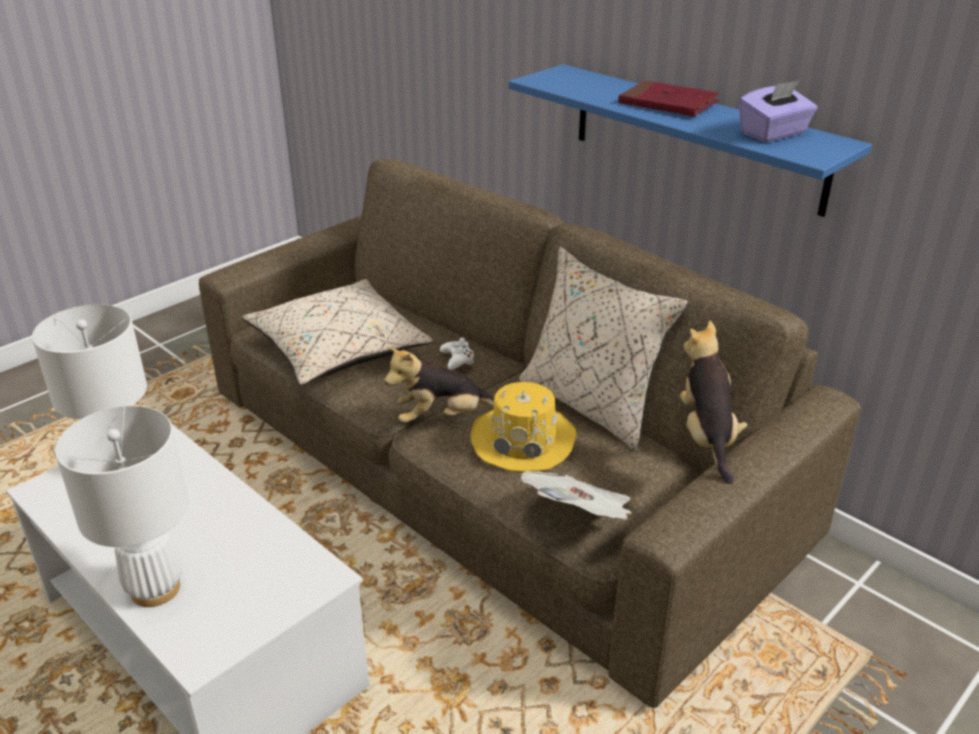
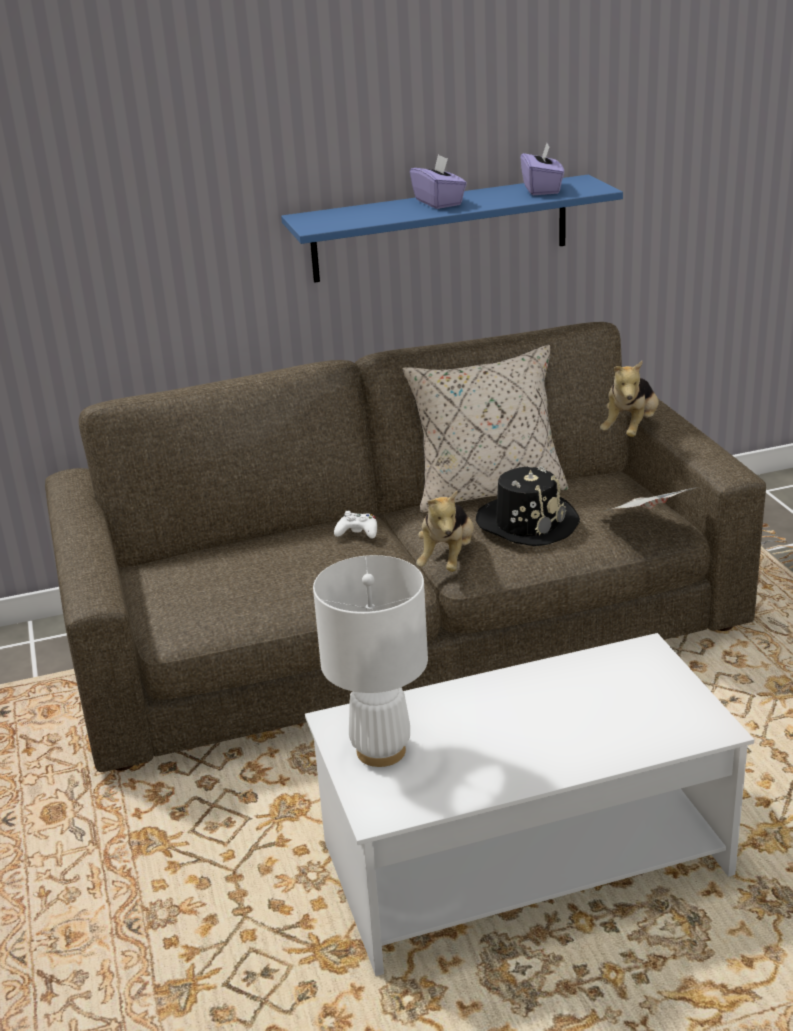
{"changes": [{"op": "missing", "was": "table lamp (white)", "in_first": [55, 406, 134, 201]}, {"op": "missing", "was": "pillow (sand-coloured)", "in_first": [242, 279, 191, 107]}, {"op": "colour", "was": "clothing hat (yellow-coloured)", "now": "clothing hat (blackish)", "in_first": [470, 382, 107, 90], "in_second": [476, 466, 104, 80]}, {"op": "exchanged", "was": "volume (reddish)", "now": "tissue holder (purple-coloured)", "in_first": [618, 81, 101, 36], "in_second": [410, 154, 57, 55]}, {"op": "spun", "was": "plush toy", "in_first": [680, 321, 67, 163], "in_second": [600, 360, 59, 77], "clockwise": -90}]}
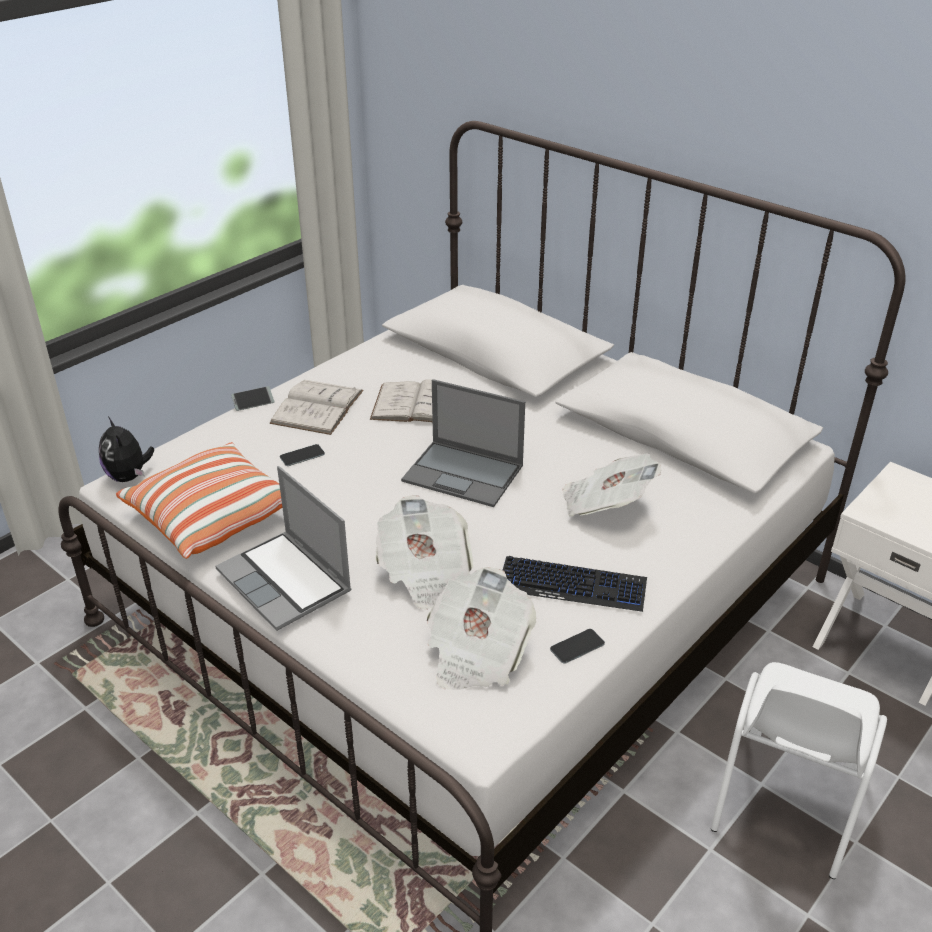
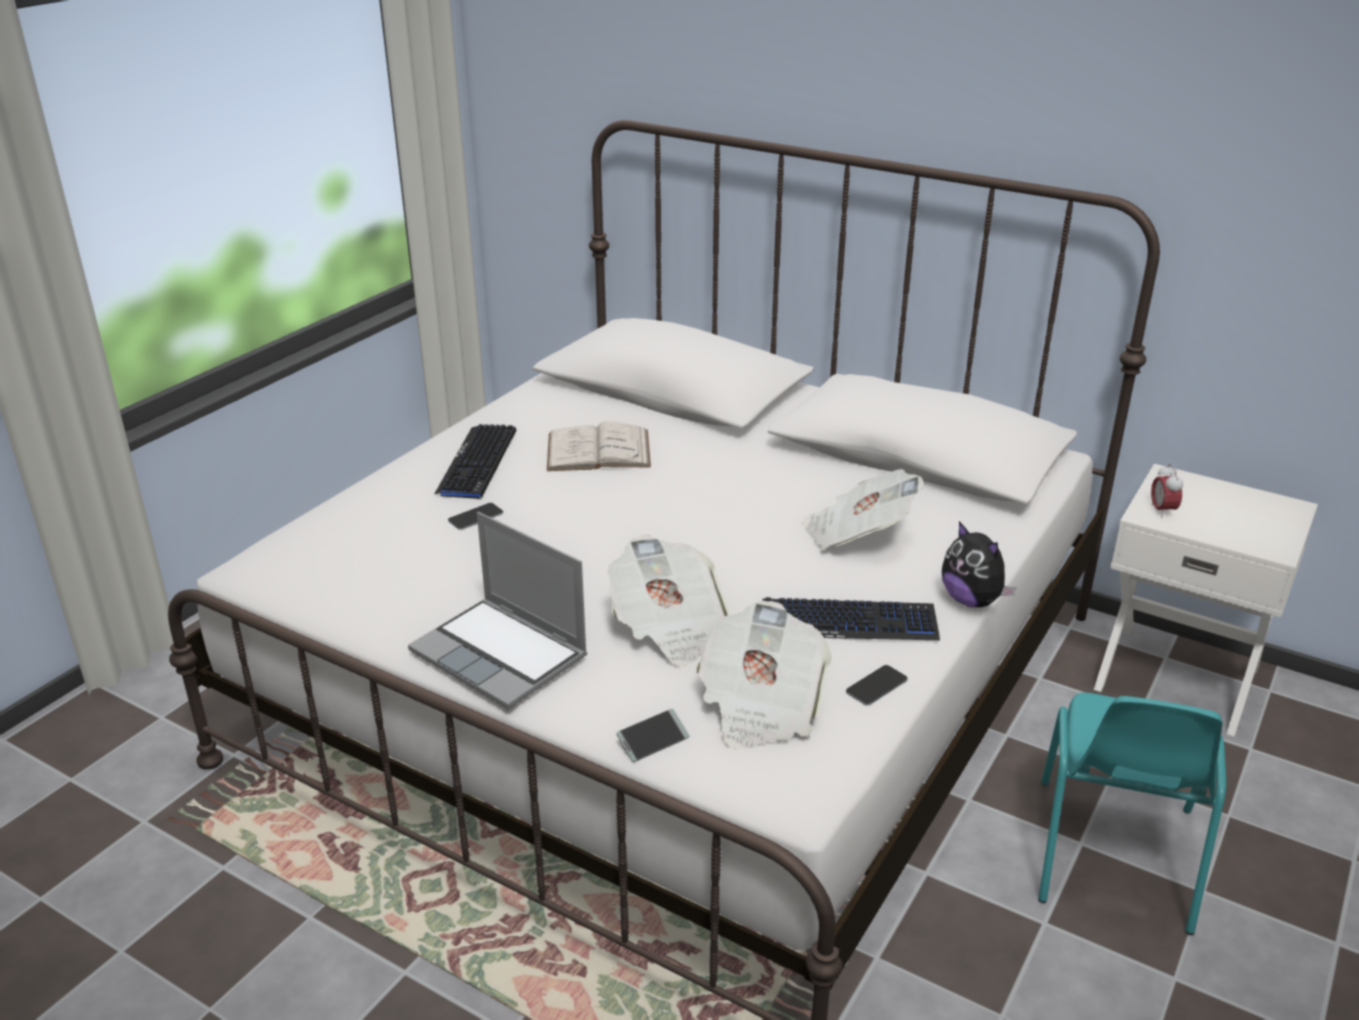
{"changes": [{"op": "relocated", "was": "plush toy", "in_first": [99, 418, 55, 64], "in_second": [942, 521, 74, 86]}, {"op": "missing", "was": "pillow", "in_first": [116, 442, 166, 117]}, {"op": "relocated", "was": "handset", "in_first": [231, 386, 43, 25], "in_second": [616, 709, 73, 53]}, {"op": "exchanged", "was": "volume (white)", "now": "keyboard", "in_first": [269, 380, 95, 55], "in_second": [434, 424, 82, 75]}, {"op": "missing", "was": "notebook computer", "in_first": [401, 379, 124, 128]}, {"op": "colour", "was": "upright chair (white)", "now": "upright chair (turquoise-coloured)", "in_first": [711, 662, 176, 217], "in_second": [1038, 693, 188, 242]}, {"op": "appeared", "now": "alarm clock", "in_second": [1151, 464, 32, 54]}]}
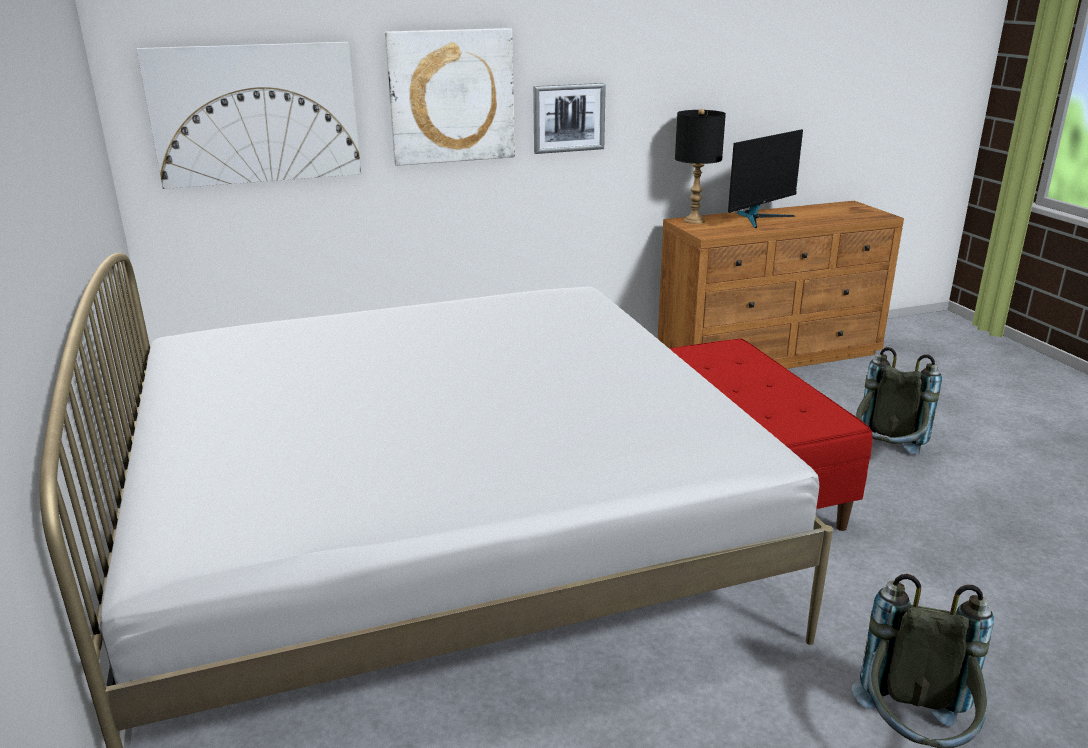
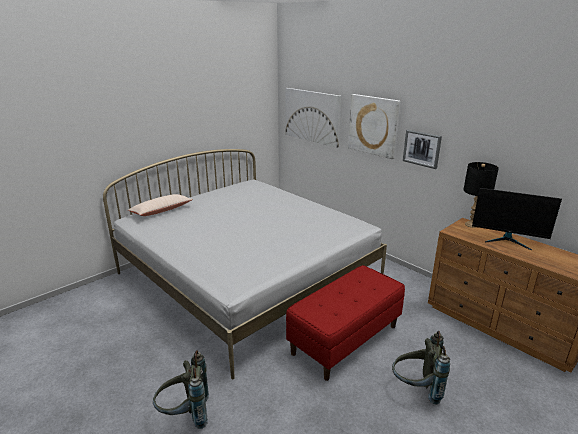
{"changes": [{"op": "appeared", "now": "pillow (sand-coloured)", "in_second": [128, 194, 65, 22]}]}
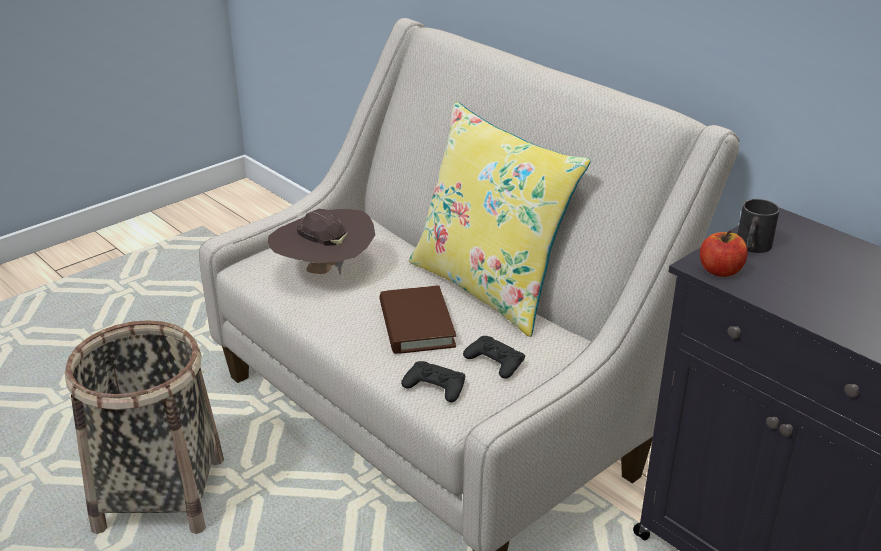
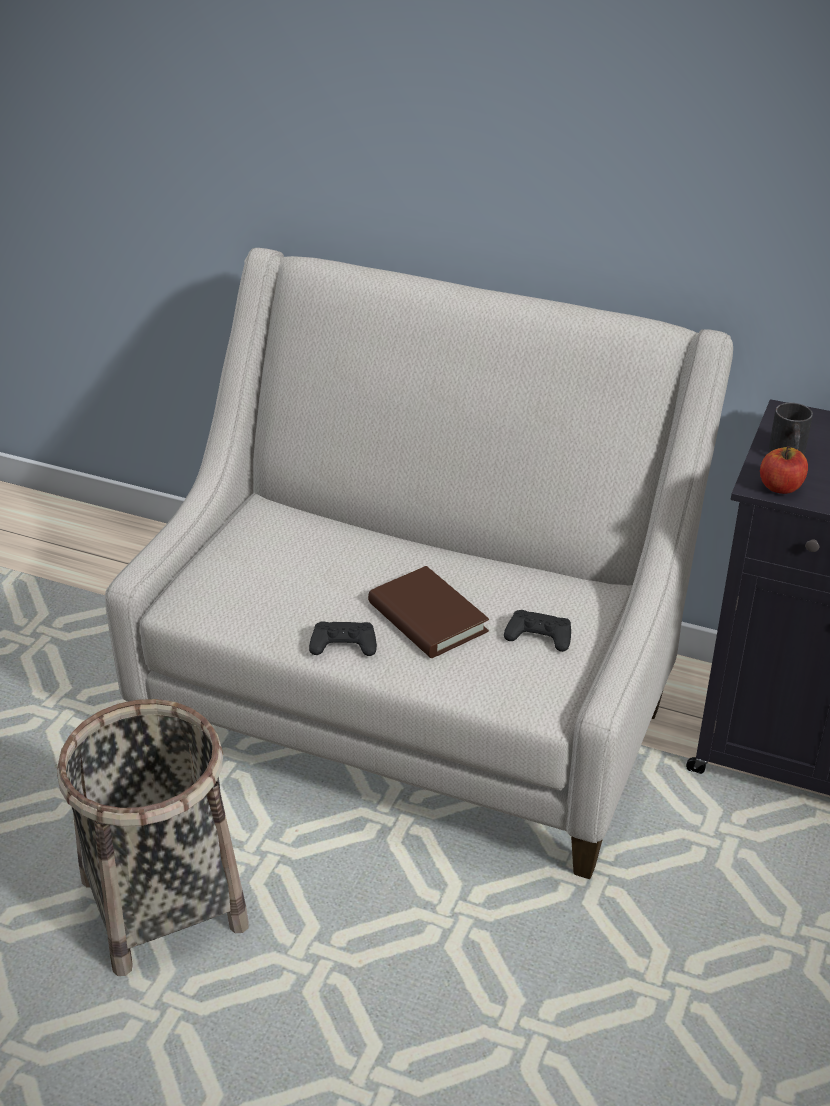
{"changes": [{"op": "missing", "was": "clothing hat (brown-coloured)", "in_first": [268, 209, 107, 66]}, {"op": "relocated", "was": "joypad (blackish)", "in_first": [401, 361, 64, 41], "in_second": [309, 621, 68, 35]}, {"op": "missing", "was": "pillow (yellow-coloured)", "in_first": [409, 102, 182, 235]}]}
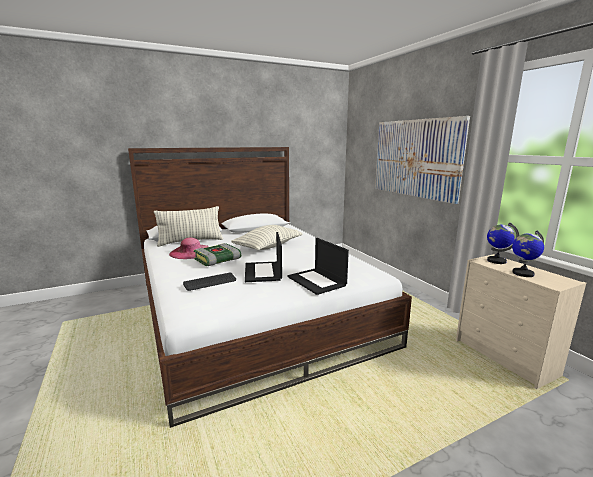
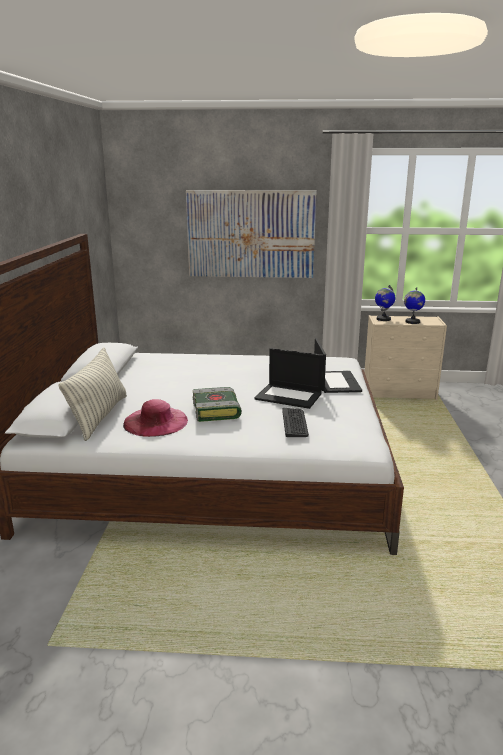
{"changes": [{"op": "missing", "was": "pillow", "in_first": [231, 225, 72, 25]}, {"op": "spun", "was": "notebook computer", "in_first": [288, 238, 61, 57], "in_second": [314, 338, 48, 55], "clockwise": -90}]}
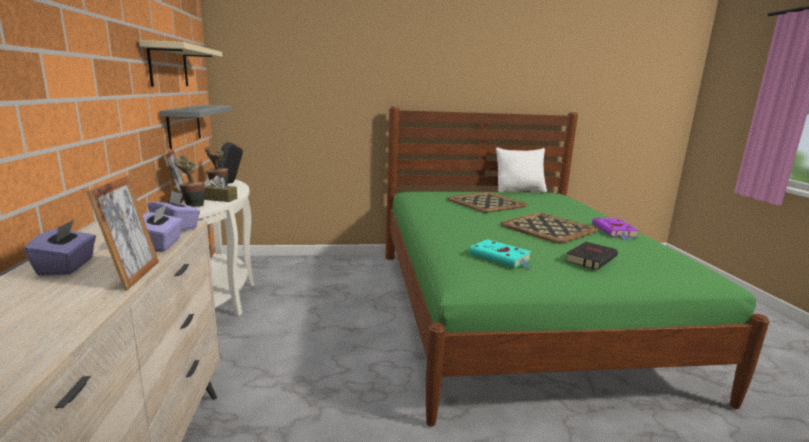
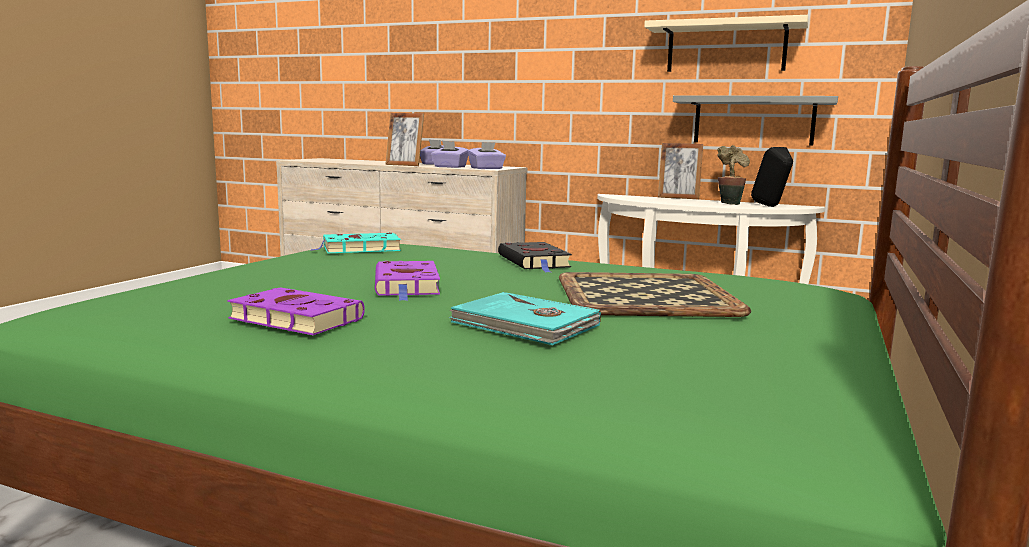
{"changes": [{"op": "missing", "was": "houseplant", "in_first": [174, 156, 31, 51]}, {"op": "missing", "was": "tissue holder (brown-coloured)", "in_first": [204, 175, 33, 27]}, {"op": "missing", "was": "pillow (white)", "in_first": [496, 147, 51, 46]}, {"op": "exchanged", "was": "serving tray", "now": "volume (purple-coloured)", "in_first": [501, 213, 97, 31], "in_second": [375, 261, 65, 40]}, {"op": "relocated", "was": "volume (blackish)", "in_first": [565, 242, 53, 28], "in_second": [498, 242, 74, 30]}, {"op": "appeared", "now": "volume (turquoise-coloured)", "in_second": [449, 292, 152, 53]}]}
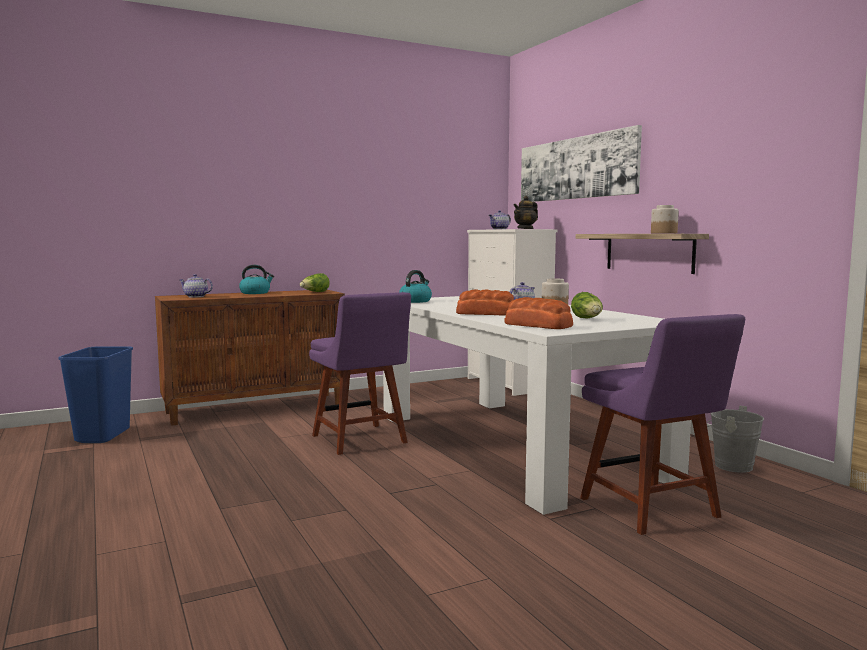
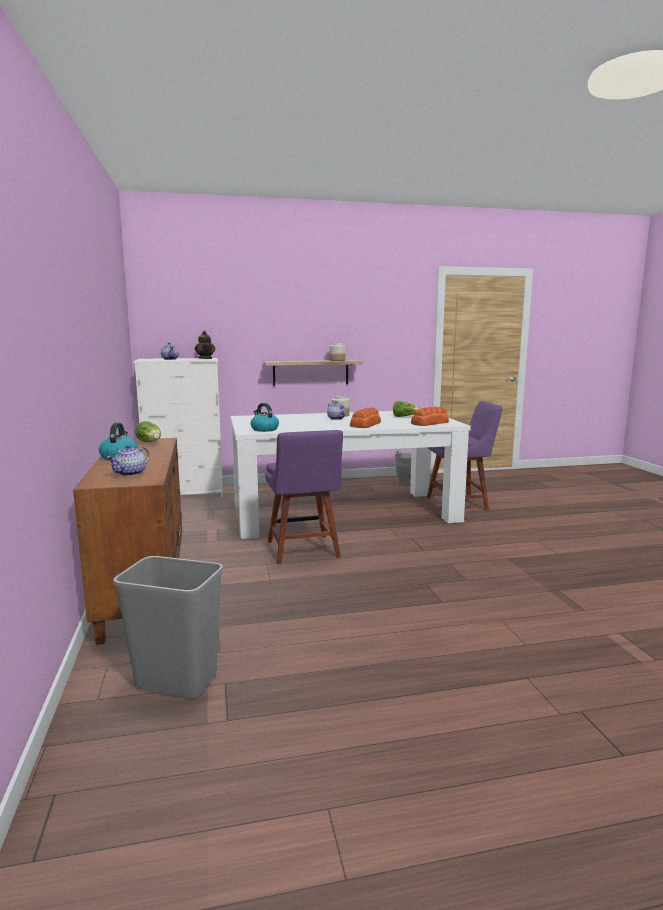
{"changes": [{"op": "colour", "was": "trash can (blue)", "now": "trash can (gray)", "in_first": [58, 347, 75, 96], "in_second": [113, 556, 110, 141]}, {"op": "spun", "was": "upright chair (purple-coloured)", "in_first": [309, 292, 102, 163], "in_second": [265, 430, 78, 134], "clockwise": 90}, {"op": "missing", "was": "wall picture", "in_first": [521, 125, 121, 77]}]}
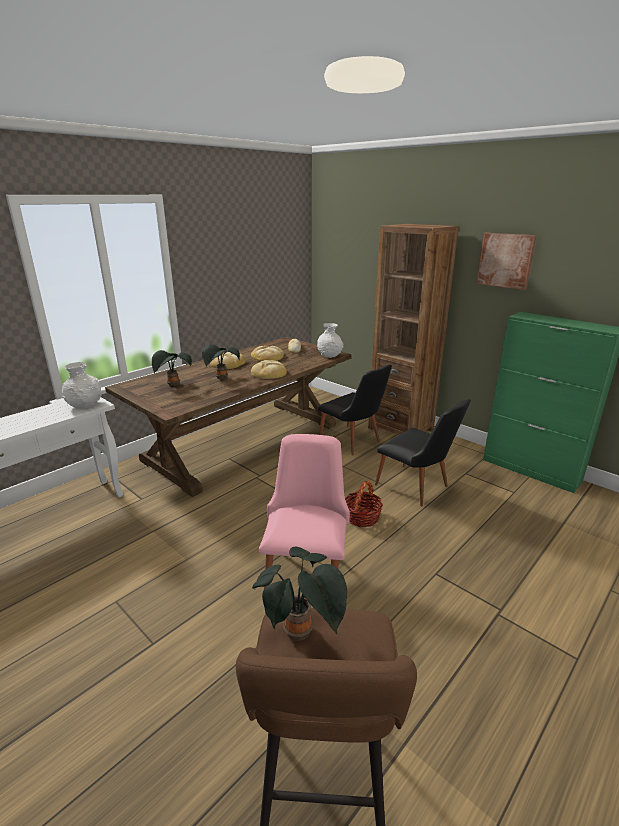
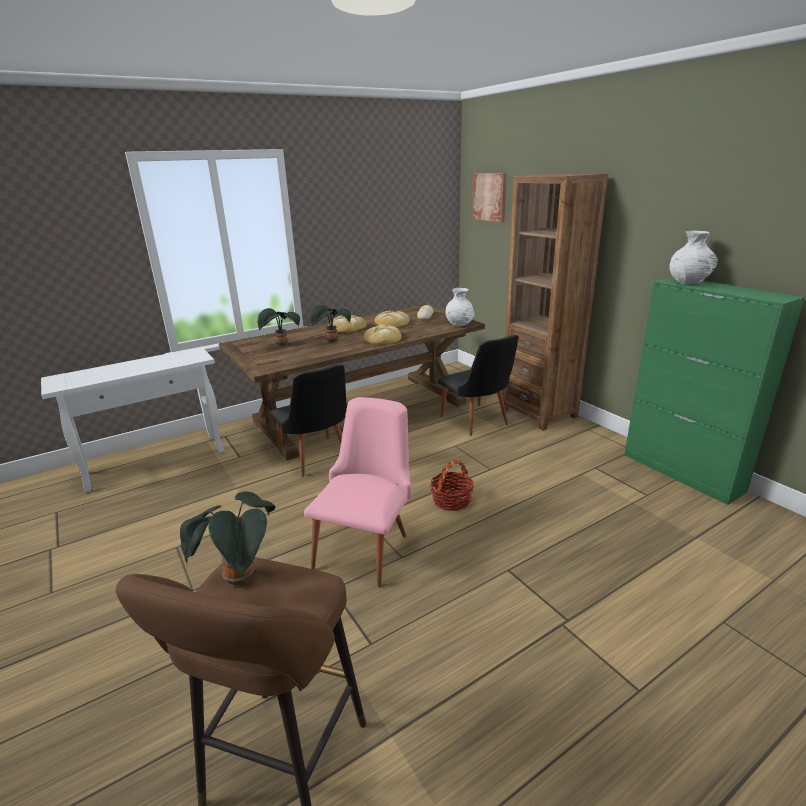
{"changes": [{"op": "relocated", "was": "vase (white)", "in_first": [62, 362, 39, 47], "in_second": [669, 231, 49, 53]}, {"op": "relocated", "was": "upright chair (blackish)", "in_first": [375, 399, 96, 107], "in_second": [270, 364, 77, 113]}, {"op": "relocated", "was": "wall picture", "in_first": [476, 233, 60, 57], "in_second": [472, 173, 35, 50]}]}
